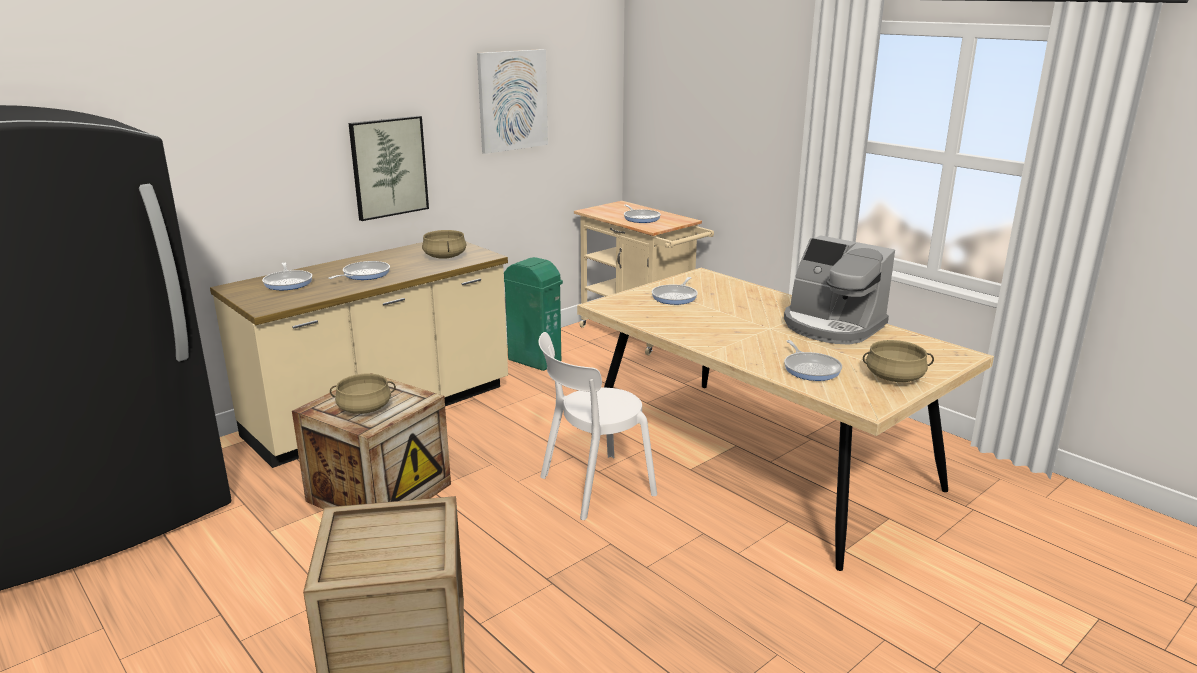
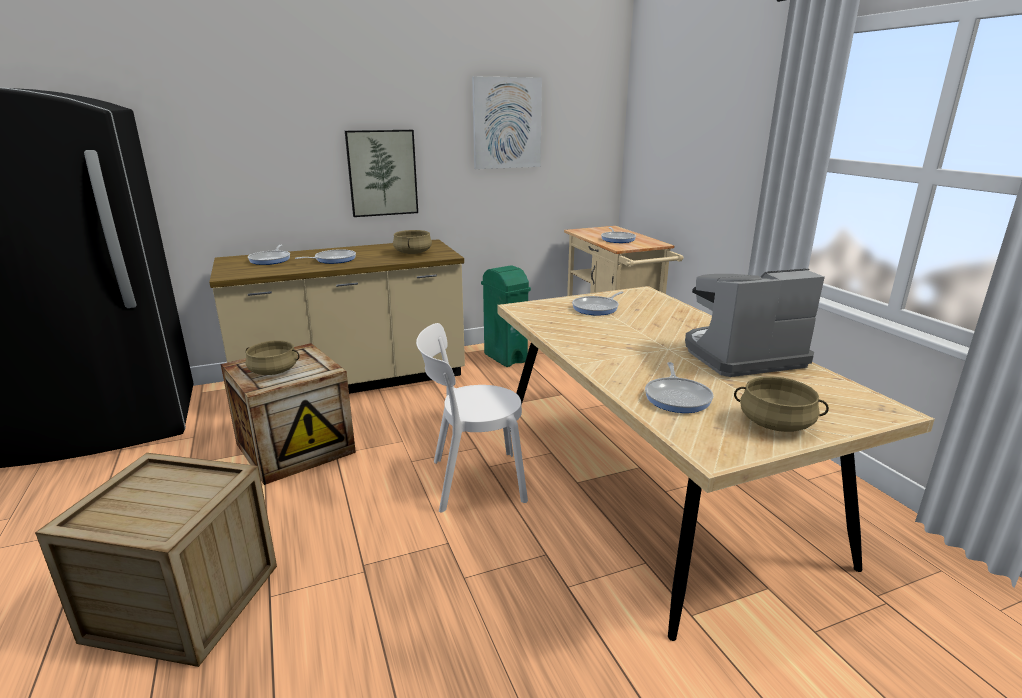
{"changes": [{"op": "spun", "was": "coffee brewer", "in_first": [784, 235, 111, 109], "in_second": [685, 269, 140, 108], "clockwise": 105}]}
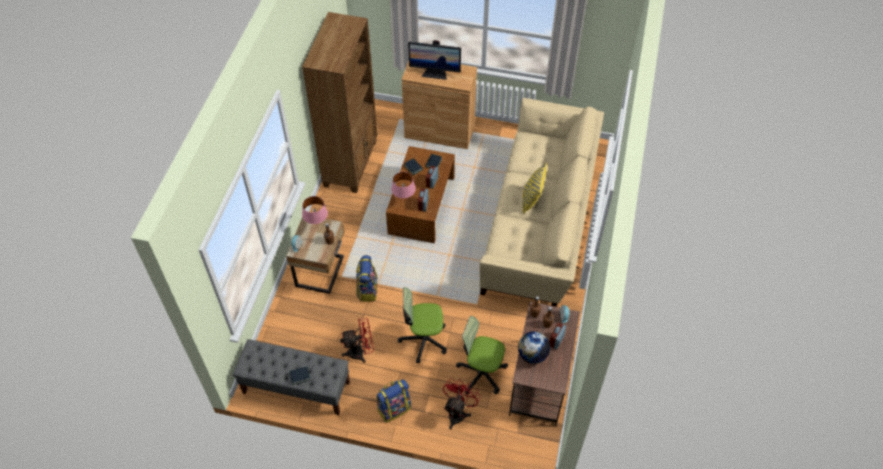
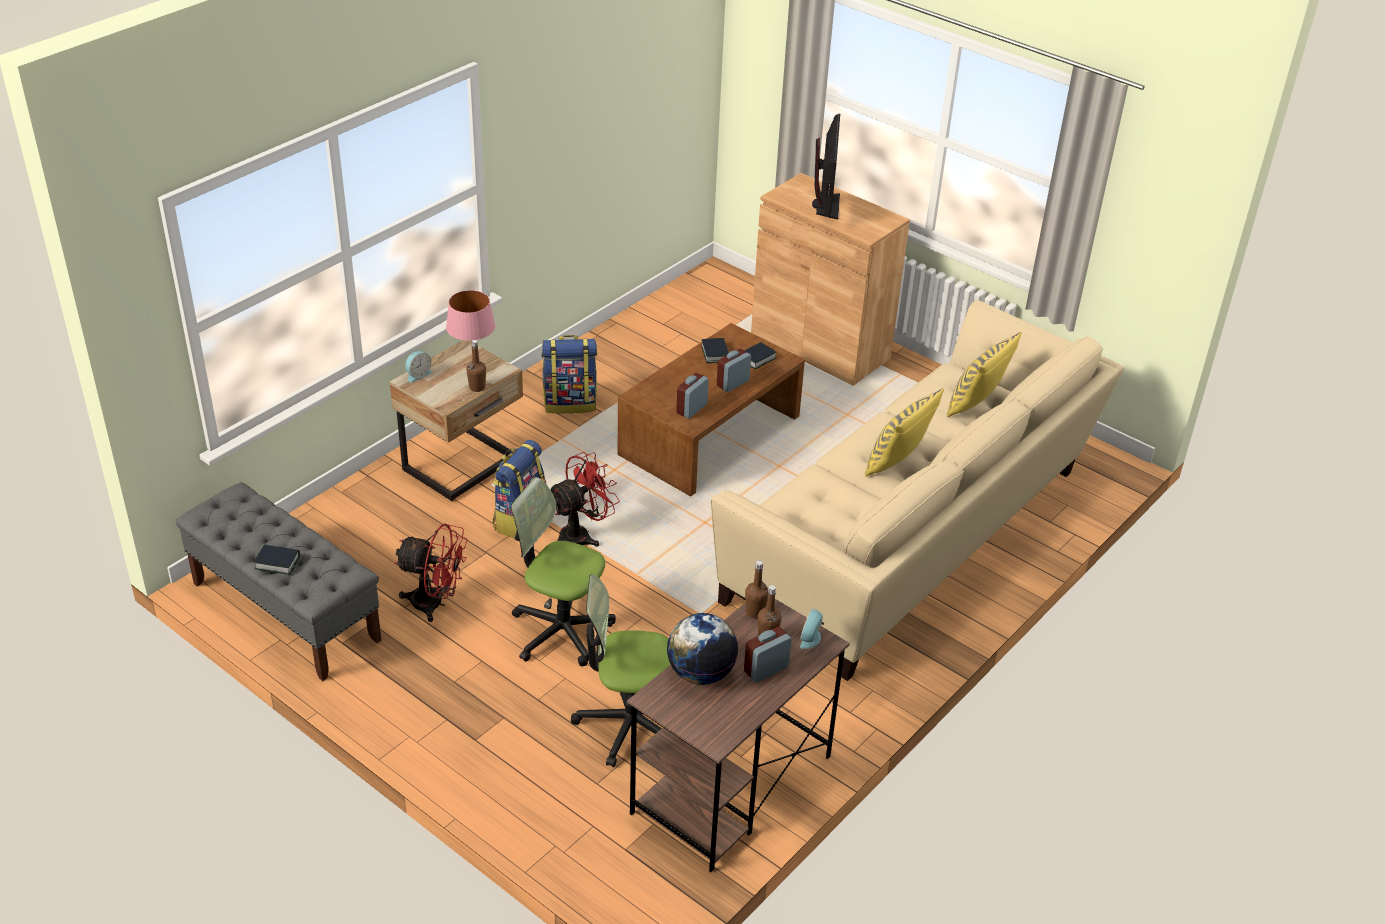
{"changes": [{"op": "missing", "was": "bookcase (brown-coloured)", "in_first": [302, 12, 76, 181]}, {"op": "relocated", "was": "knapsack", "in_first": [376, 379, 35, 44], "in_second": [541, 335, 56, 78]}, {"op": "missing", "was": "table lamp (pink)", "in_first": [391, 172, 25, 26]}, {"op": "spun", "was": "monitor", "in_first": [408, 40, 53, 40], "in_second": [812, 114, 28, 106], "clockwise": -120}, {"op": "relocated", "was": "electric fan (reddish)", "in_first": [443, 378, 38, 52], "in_second": [550, 452, 70, 95]}, {"op": "spun", "was": "office chair", "in_first": [456, 316, 52, 78], "in_second": [571, 574, 100, 193], "clockwise": -45}, {"op": "appeared", "now": "pillow (yellow-coloured)", "in_second": [947, 332, 75, 85]}]}
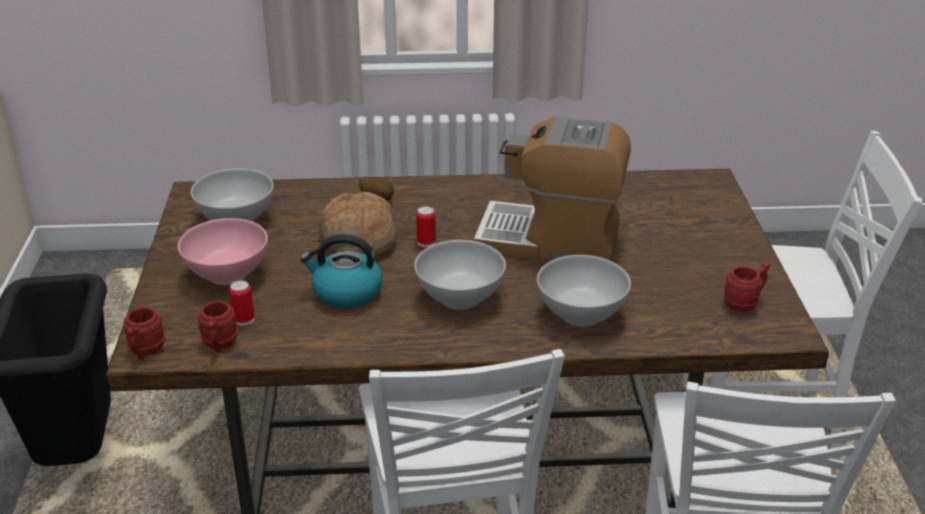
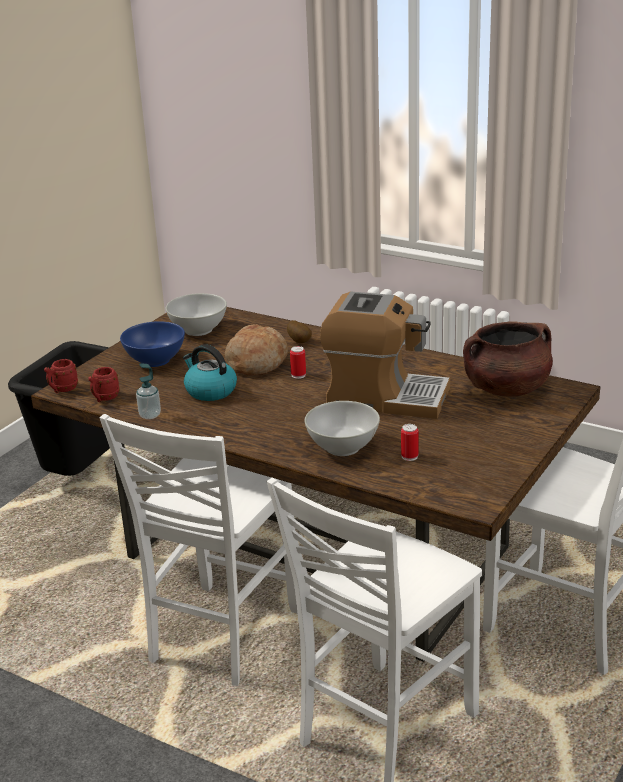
{"changes": [{"op": "colour", "was": "bowl (pink)", "now": "bowl (blue)", "in_first": [177, 218, 91, 67], "in_second": [120, 321, 65, 46]}, {"op": "relocated", "was": "can", "in_first": [229, 280, 25, 45], "in_second": [401, 424, 18, 37]}, {"op": "missing", "was": "bowl (white)", "in_first": [414, 240, 92, 70]}, {"op": "spun", "was": "coffee brewer", "in_first": [473, 117, 158, 144], "in_second": [320, 291, 130, 128], "clockwise": 150}, {"op": "missing", "was": "mug (reddish)", "in_first": [724, 262, 47, 50]}, {"op": "appeared", "now": "soap dispenser", "in_second": [136, 363, 25, 56]}, {"op": "appeared", "now": "saucepot (brown-coloured)", "in_second": [463, 321, 90, 76]}]}
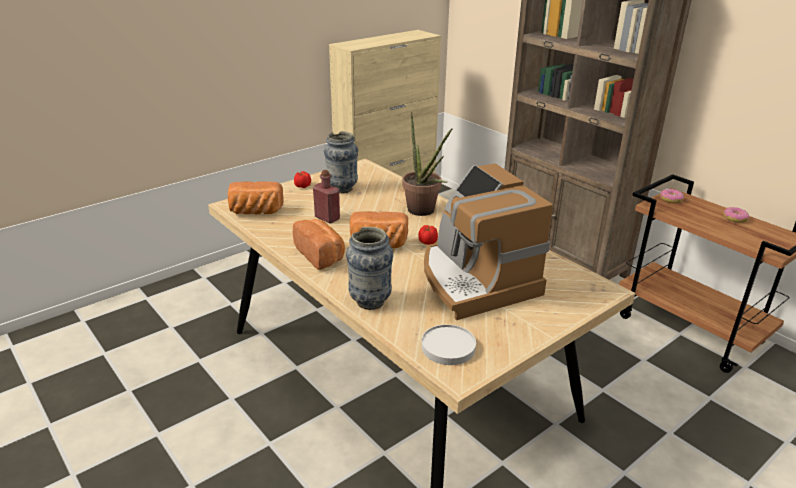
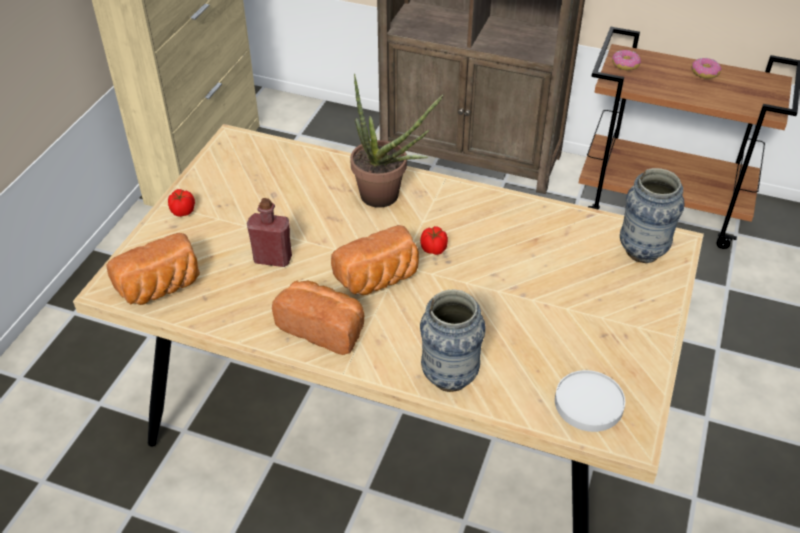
{"changes": [{"op": "relocated", "was": "vase", "in_first": [324, 131, 34, 62], "in_second": [620, 168, 64, 95]}, {"op": "missing", "was": "coffee brewer", "in_first": [424, 163, 129, 157]}]}
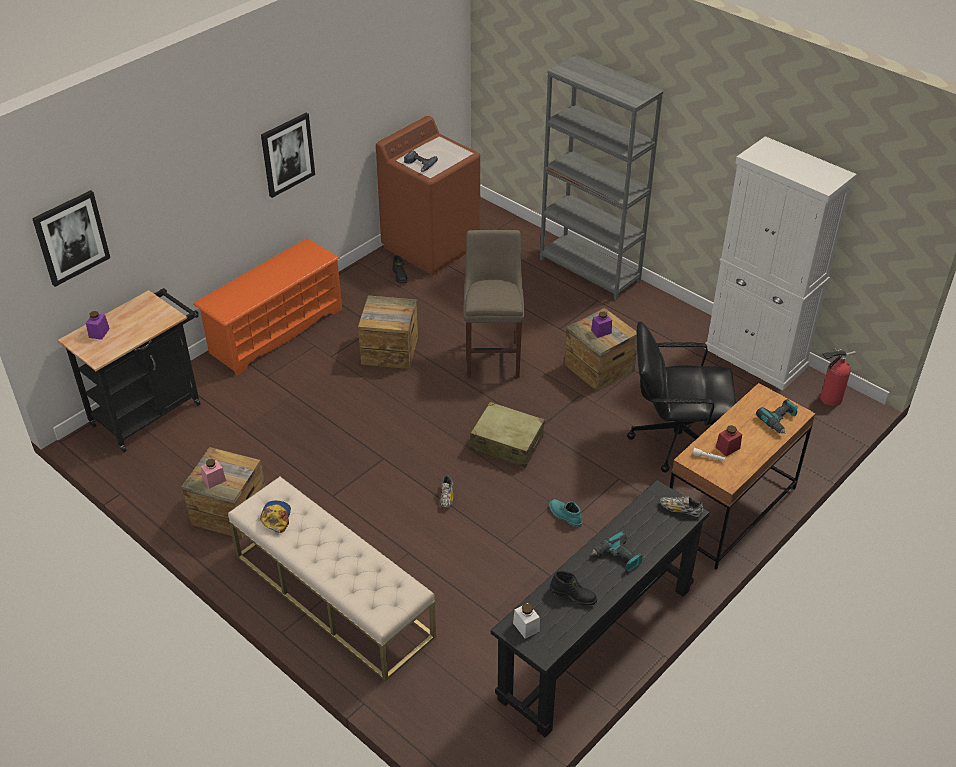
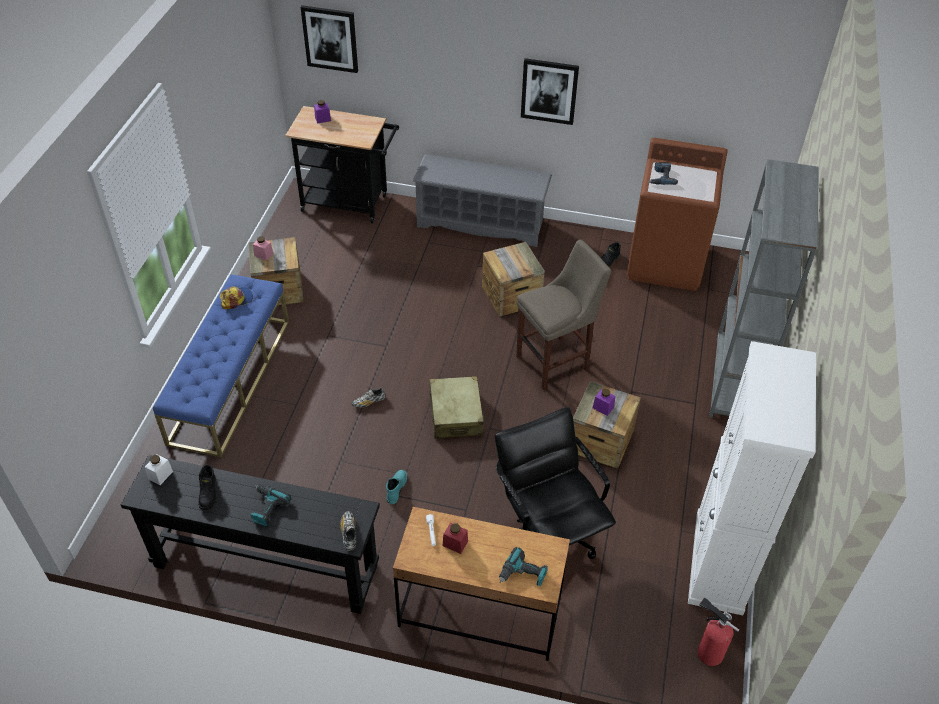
{"changes": [{"op": "colour", "was": "shoe stand (orangey)", "now": "shoe stand (gray)", "in_first": [193, 238, 149, 137], "in_second": [413, 154, 139, 93]}, {"op": "colour", "was": "long seat (sand-coloured)", "now": "long seat (blue)", "in_first": [228, 477, 208, 205], "in_second": [153, 274, 136, 183]}]}
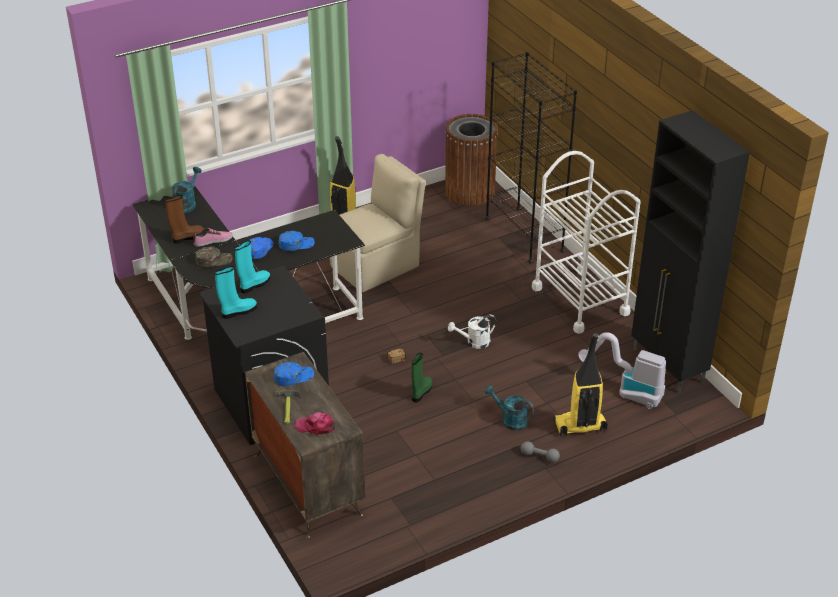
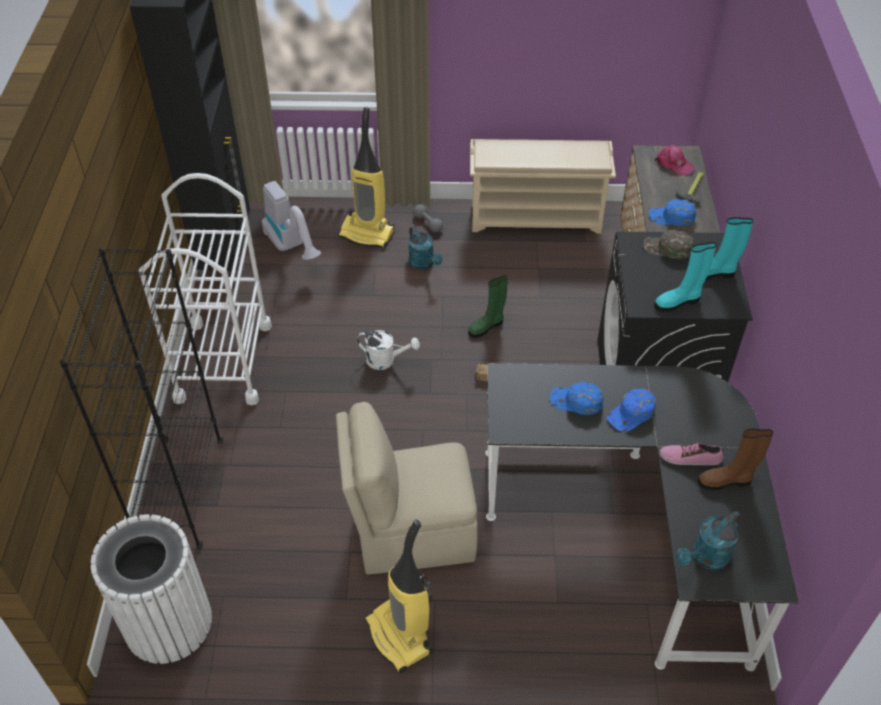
{"changes": [{"op": "relocated", "was": "baseball cap (greenish)", "in_first": [195, 247, 38, 20], "in_second": [643, 230, 50, 29]}, {"op": "colour", "was": "trash can (brown-coloured)", "now": "trash can (white)", "in_first": [445, 114, 53, 92], "in_second": [91, 514, 121, 150]}, {"op": "appeared", "now": "shoe stand (sand-coloured)", "in_second": [470, 139, 146, 95]}]}
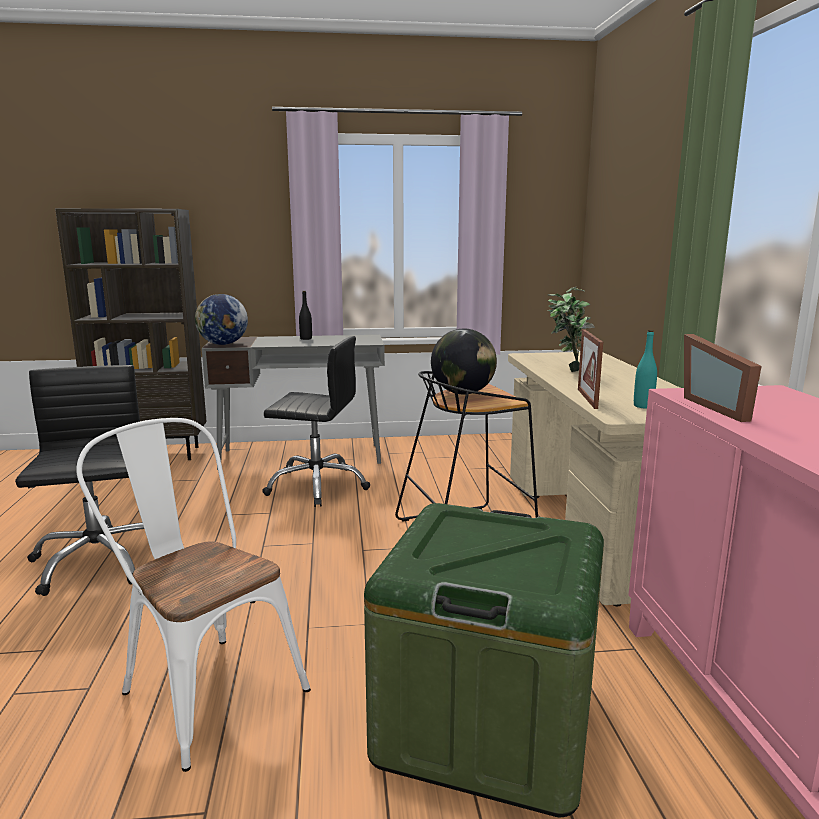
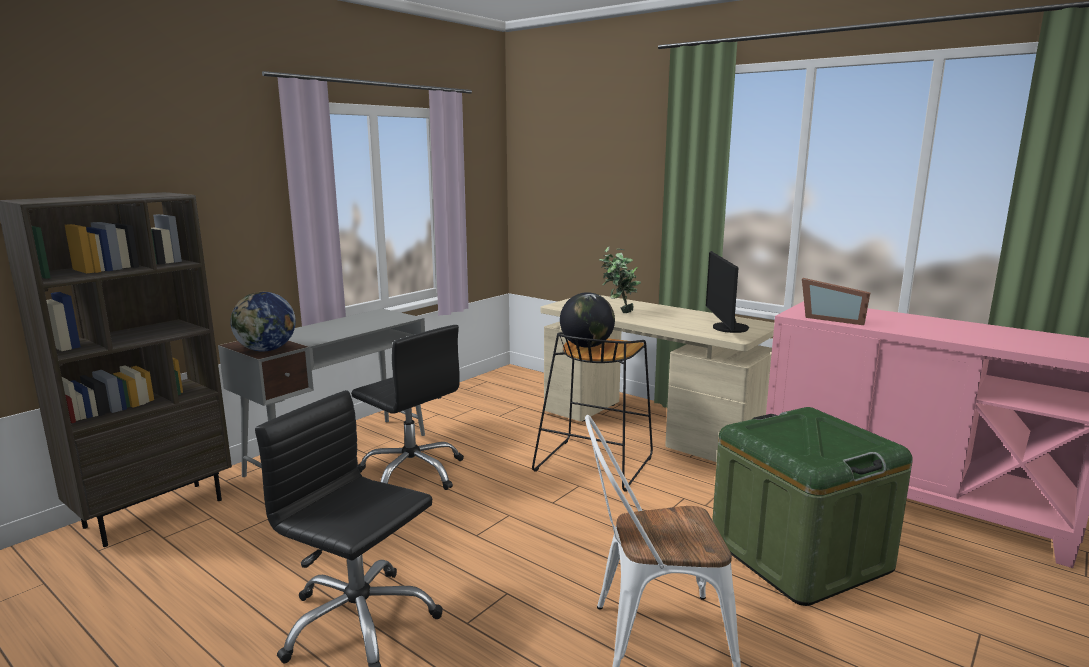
{"changes": [{"op": "spun", "was": "office chair (blackish)", "in_first": [262, 336, 108, 171], "in_second": [351, 325, 113, 165], "clockwise": 75}, {"op": "missing", "was": "beverage bottle (blackish)", "in_first": [299, 291, 13, 49]}, {"op": "missing", "was": "picture frame", "in_first": [578, 329, 25, 80]}, {"op": "exchanged", "was": "beverage bottle (turquoise-coloured)", "now": "monitor", "in_first": [634, 330, 23, 78], "in_second": [706, 251, 43, 82]}]}
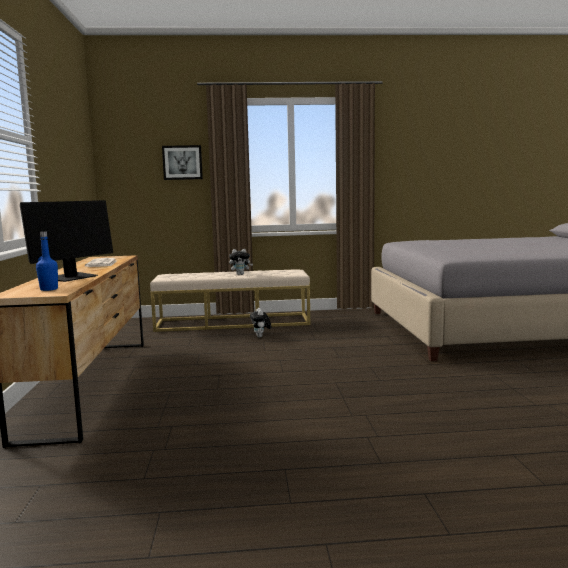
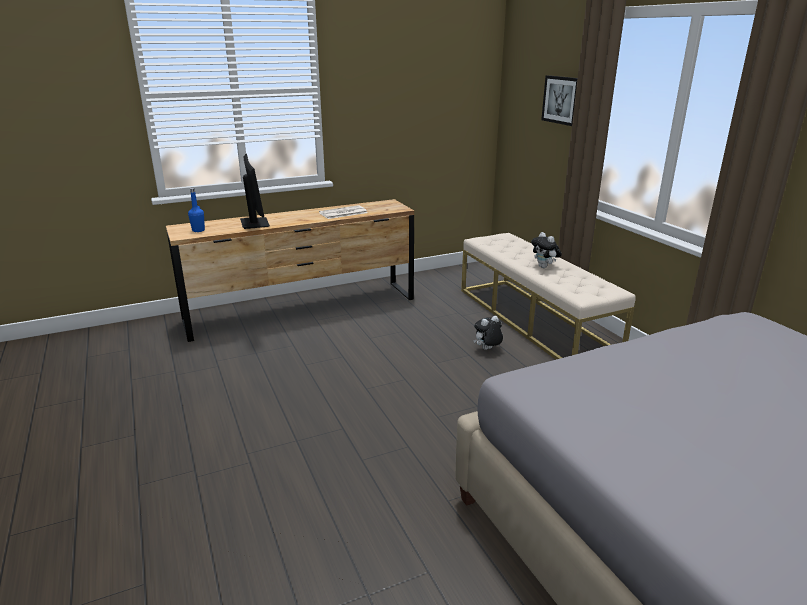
{"changes": [{"op": "spun", "was": "monitor", "in_first": [20, 200, 93, 82], "in_second": [240, 154, 30, 75], "clockwise": -120}]}
